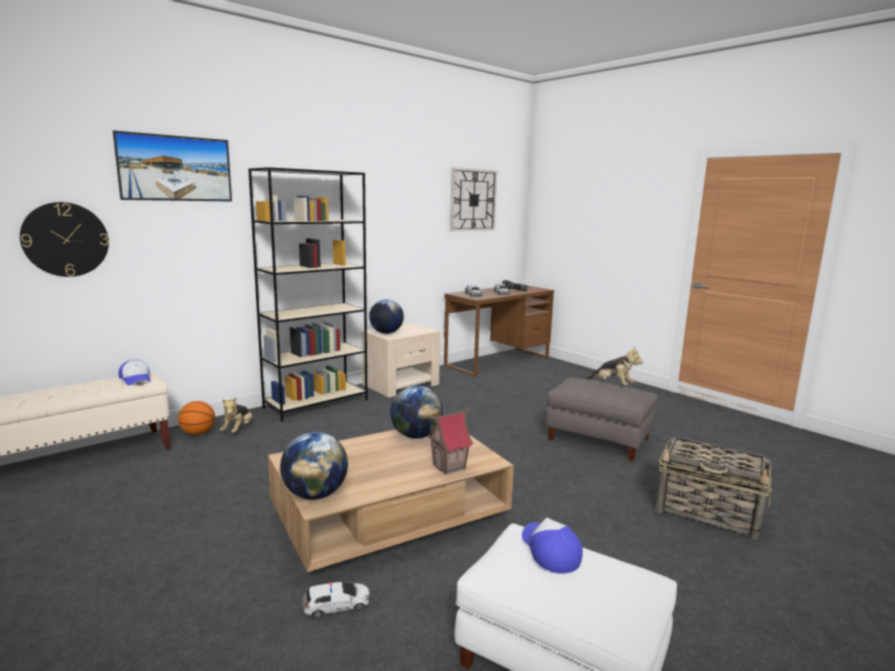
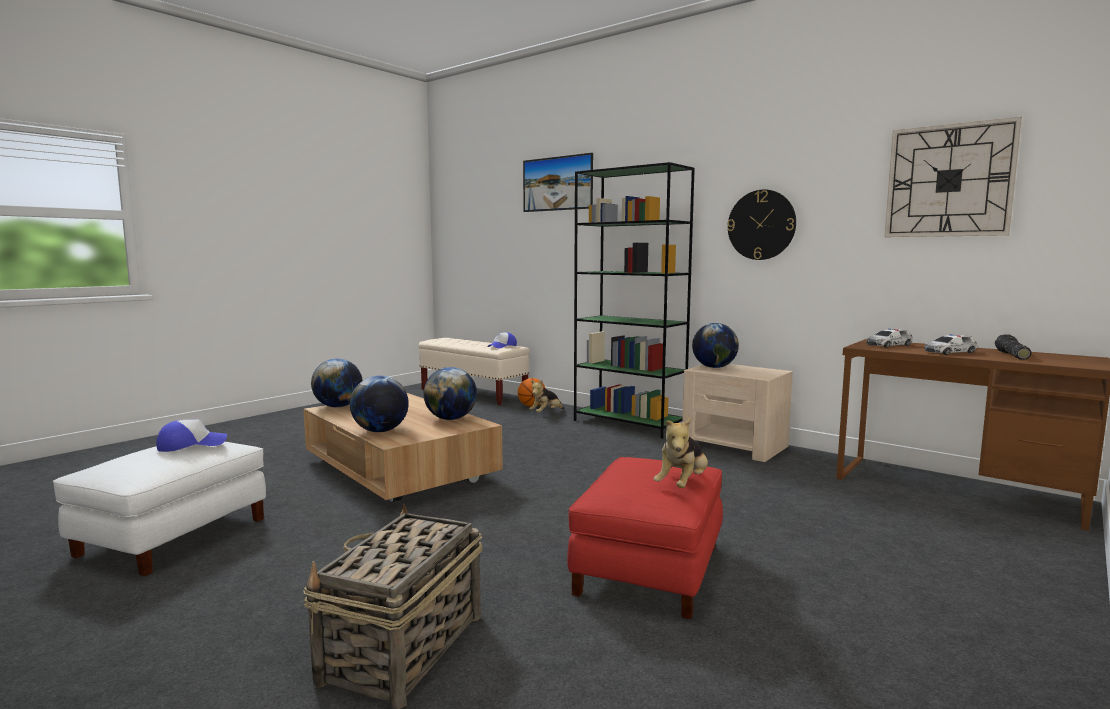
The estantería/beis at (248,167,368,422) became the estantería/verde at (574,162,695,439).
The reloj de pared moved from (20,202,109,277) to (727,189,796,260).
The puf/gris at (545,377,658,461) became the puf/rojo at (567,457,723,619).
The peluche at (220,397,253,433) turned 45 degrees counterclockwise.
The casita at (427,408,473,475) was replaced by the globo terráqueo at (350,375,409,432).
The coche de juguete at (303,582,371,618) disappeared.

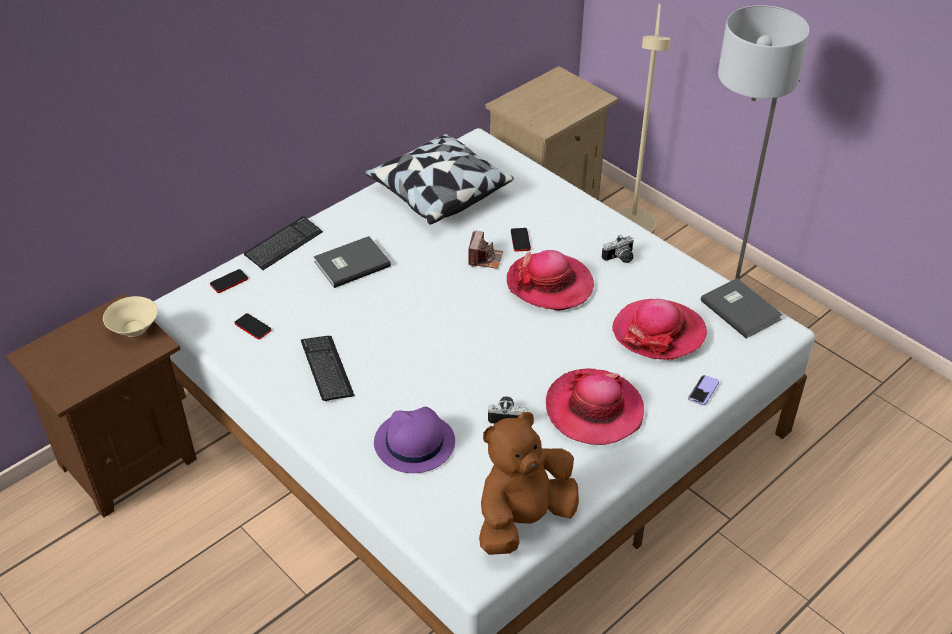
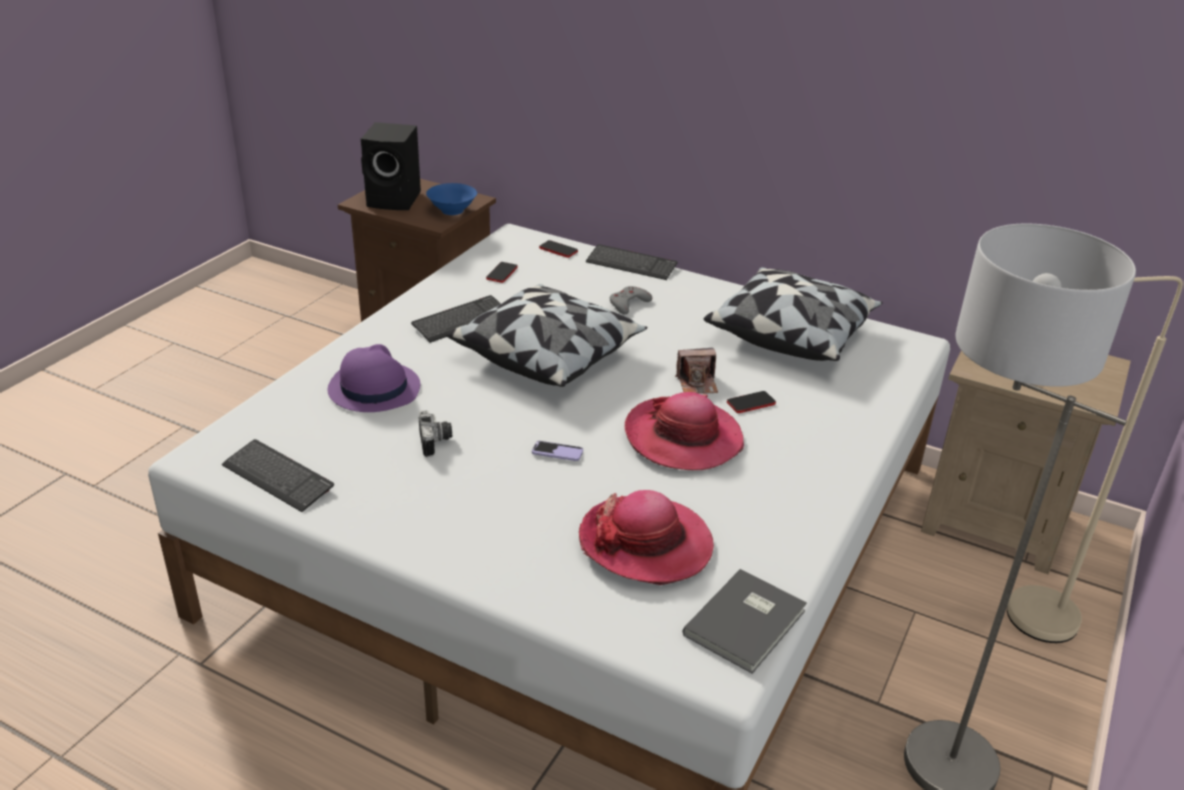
The cámara at (602,235,634,263) disappeared.
The libro/gris at (314,236,391,288) was replaced by the mando de consola/gris at (609,286,652,315).
The cuenco/beis at (103,296,158,337) became the cuenco/azul at (426,183,477,215).
The sombrero at (546,369,644,445) disappeared.
The móvil moved from (688,375,719,405) to (532,441,583,461).
The peluche/marrón at (479,412,579,555) was replaced by the teclado at (222,439,334,512).
The altavoz/negro at (361,122,421,210) appeared.
The cojín at (447,284,647,387) appeared.

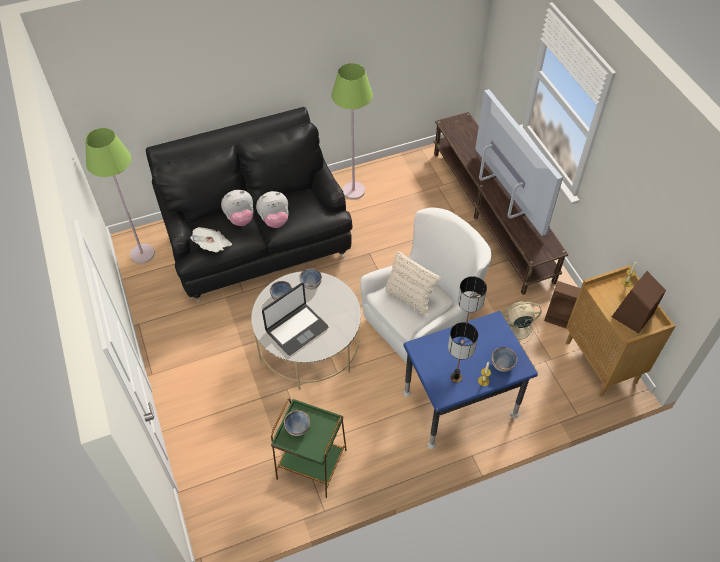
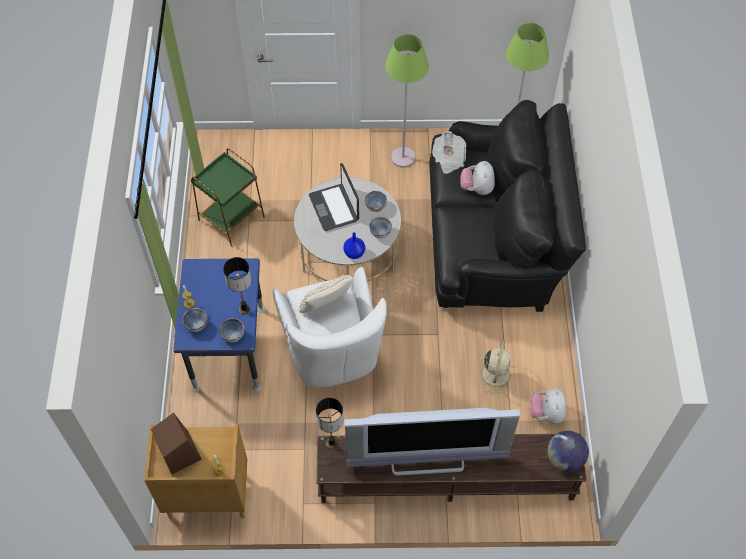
The lámpara de pie/verde moved from (331,63,373,199) to (385,34,429,168).
The peluche moved from (256,191,288,228) to (530,388,566,424).
The altavoz/marrón at (544,281,581,329) disappeared.
The ventilador/beis moved from (502,301,542,345) to (476,341,516,393).
The lámpara de mesa moved from (448,322,478,383) to (316,398,343,449).
The cuenco moved from (284,410,310,436) to (219,318,244,342).
The florero/azul at (343,232,365,259) appeared.
The globo terráqueo at (547,431,589,472) appeared.

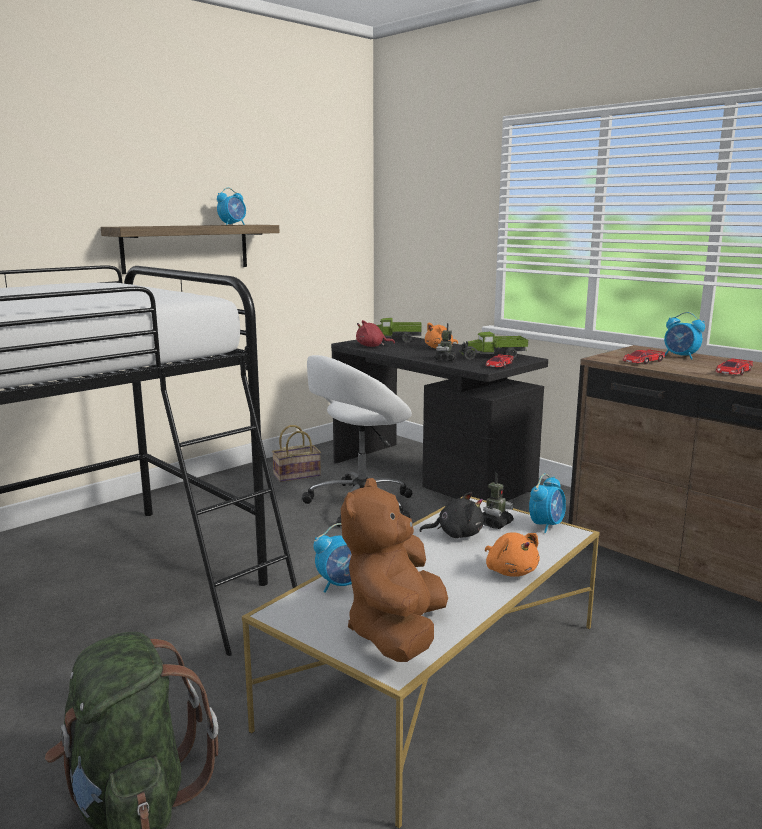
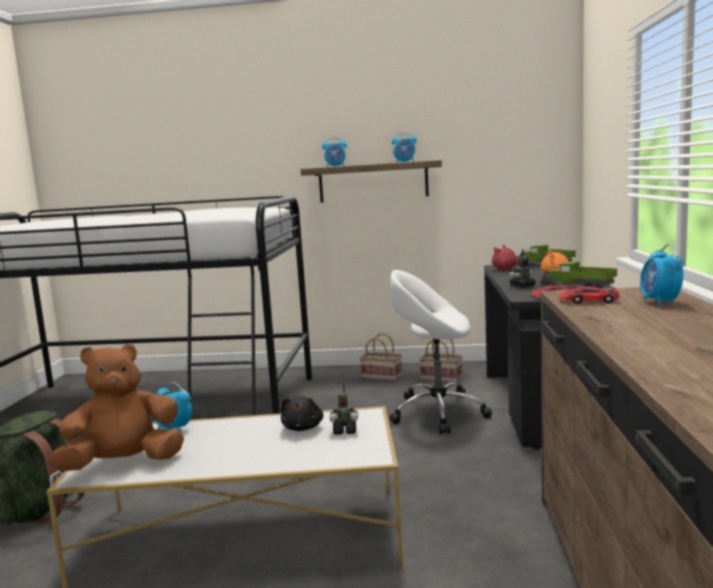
The coche de juguete at (715,358,753,376) disappeared.
The despertador moved from (529,474,566,533) to (322,137,347,167).
The peluche/negro at (419,492,484,538) turned 45 degrees clockwise.
The peluche/naranja at (485,532,540,577) disappeared.
The cesta at (360,333,402,381) appeared.

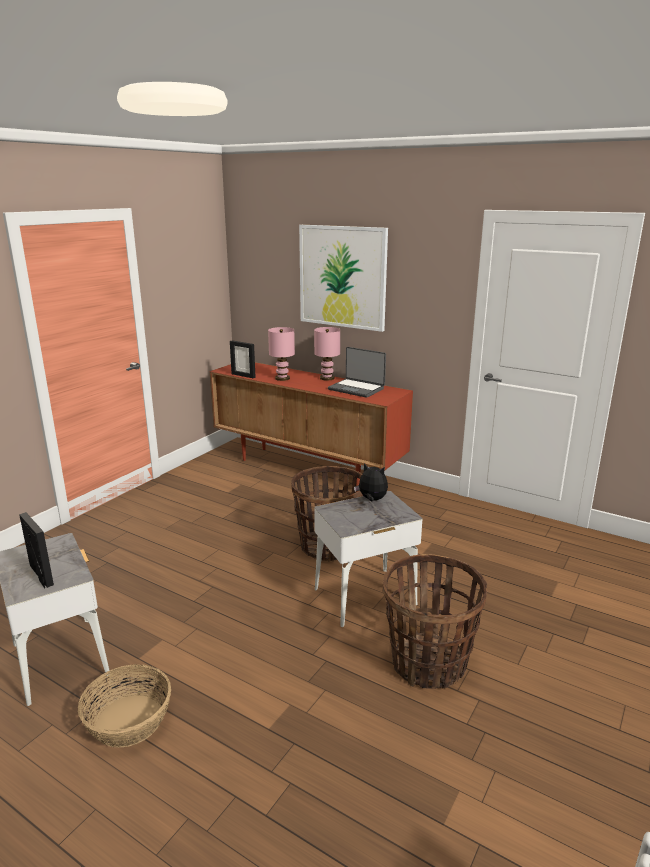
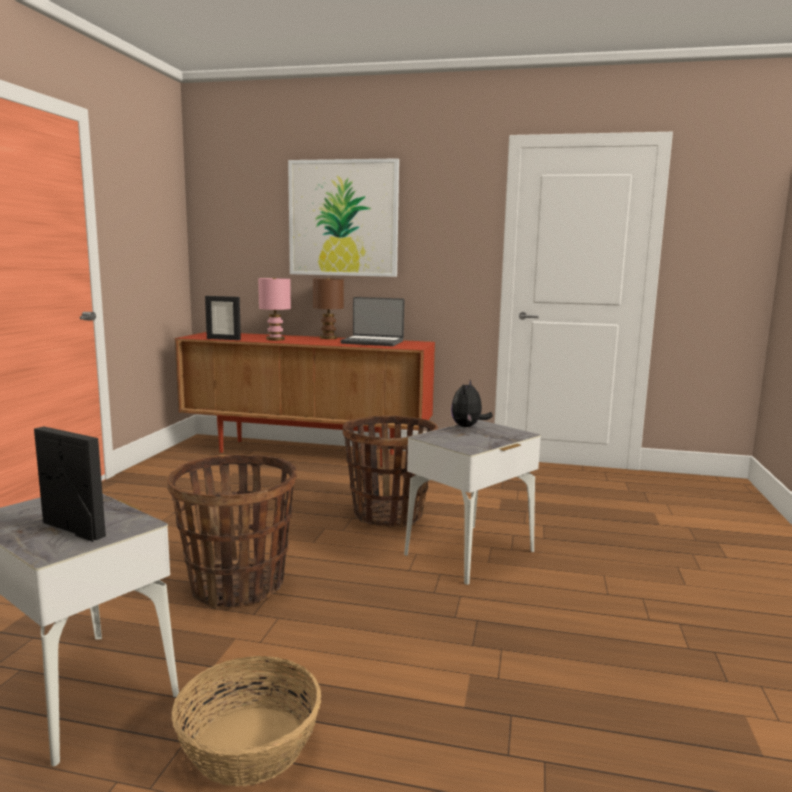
The lámpara de mesa/rosa at (314,327,340,381) became the lámpara de mesa/marrón at (313,278,344,339).
The peluche at (354,463,388,502) turned 75 degrees counterclockwise.
The cesta moved from (382,554,487,689) to (167,455,297,609).

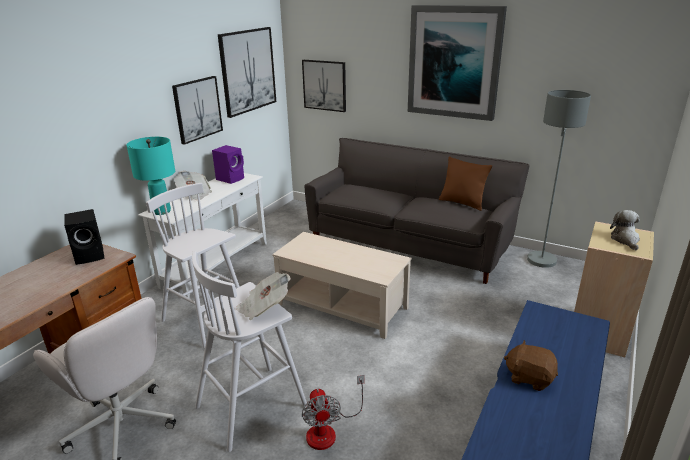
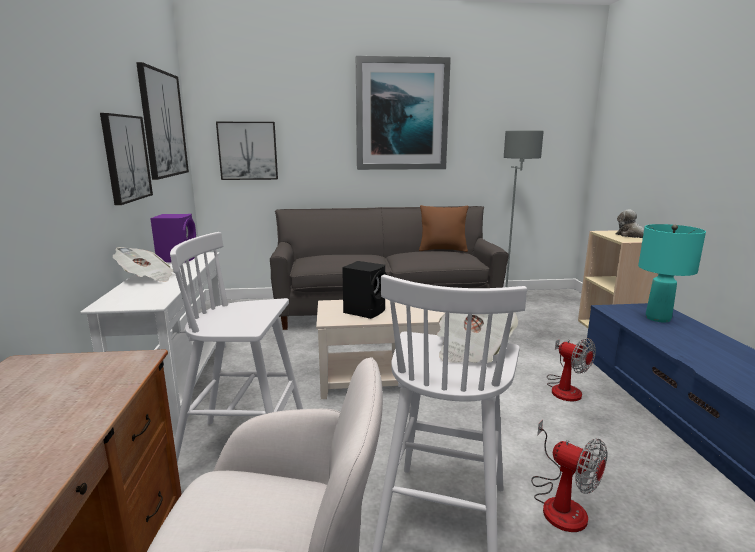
The lámpara de mesa/turquesa moved from (127,137,175,215) to (638,224,706,322).
The altavoz/negro moved from (64,209,105,265) to (342,261,387,319).
The peluche/marrón at (504,340,558,391) disappeared.
The ventilador at (547,338,596,402) appeared.

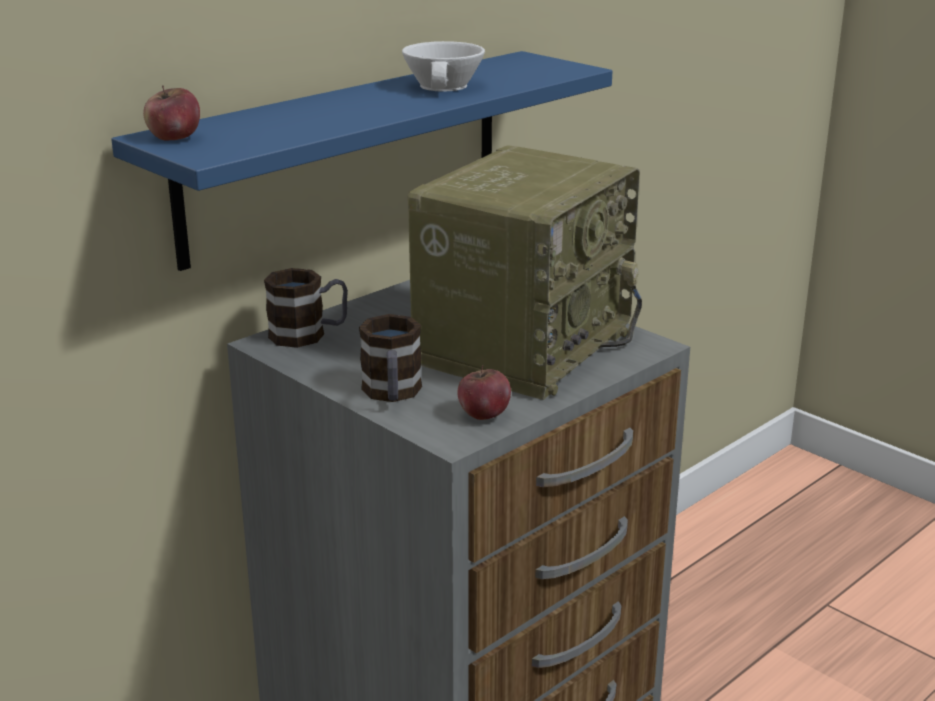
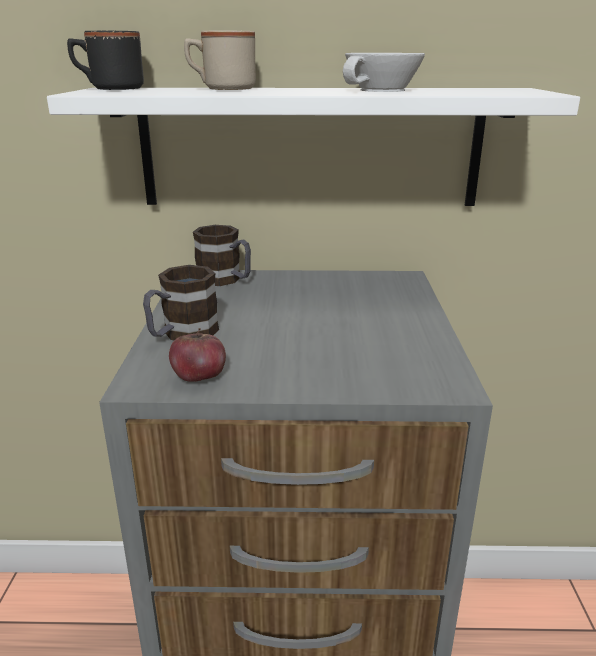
The estante/azul at (111,51,612,271) became the estante/blanco at (47,88,580,206).
The manzana at (143,86,200,141) was replaced by the taza grande/negro at (67,31,144,90).
The radio at (408,145,642,400) disappeared.
The taza grande/beis at (184,30,256,90) appeared.

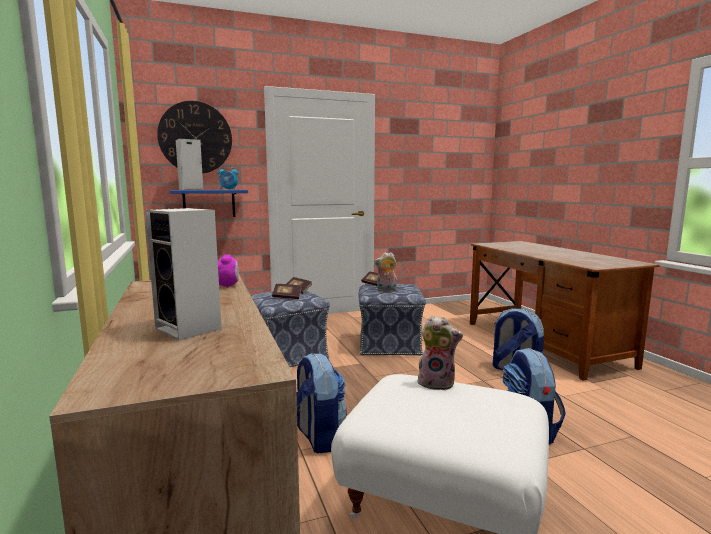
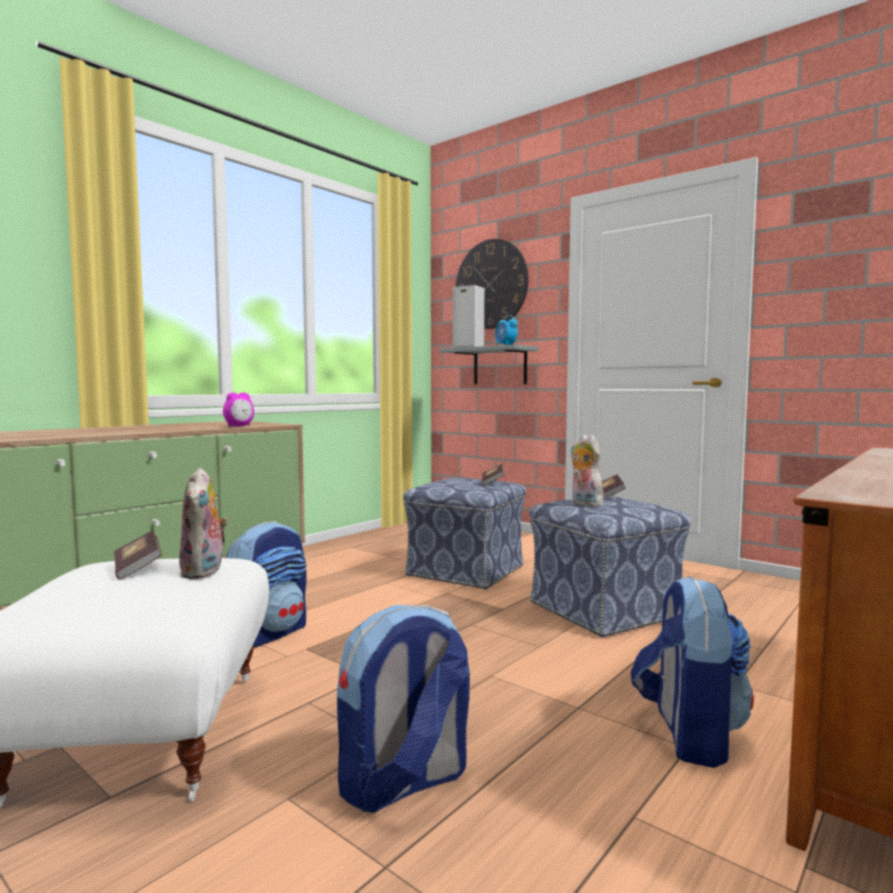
The estante/azul at (169,190,248,217) became the estante/gris at (439,345,539,384).
The altavoz at (145,208,222,340) disappeared.
The libro moved from (272,284,302,299) to (114,530,162,580).

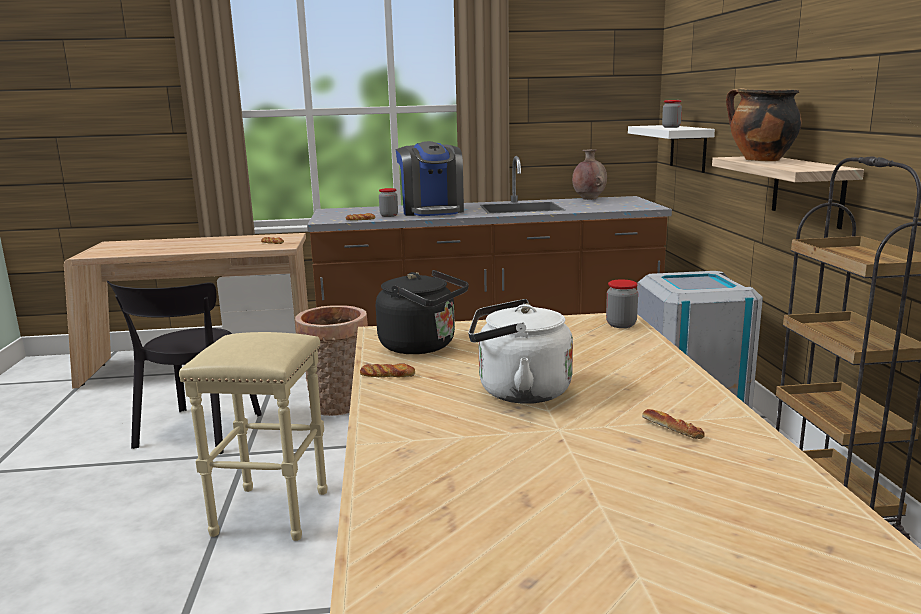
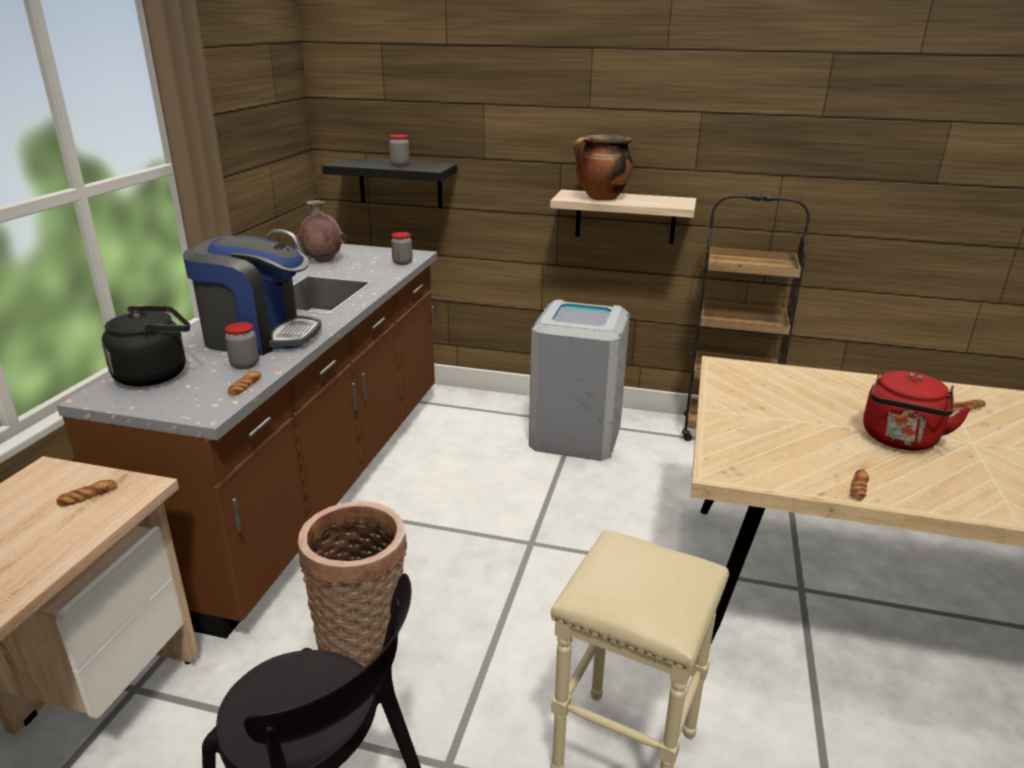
The estante/blanco at (628,125,715,173) became the estante/negro at (322,158,457,208).
The hervidor/negro moved from (376,270,469,354) to (102,306,190,387).
The tarro moved from (606,280,638,328) to (391,232,413,265).
The hervidor/blanco at (468,299,573,404) became the hervidor/rojo at (863,371,972,451).

